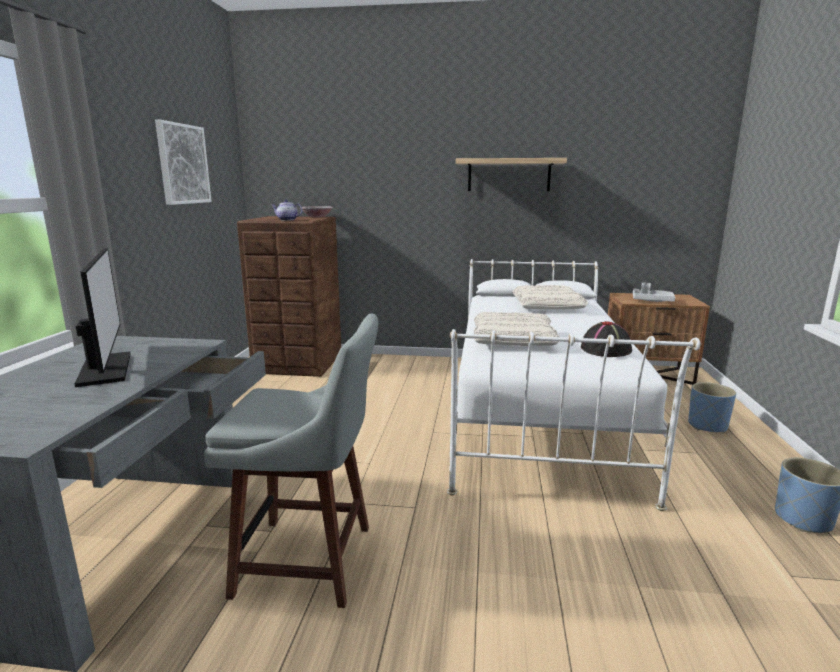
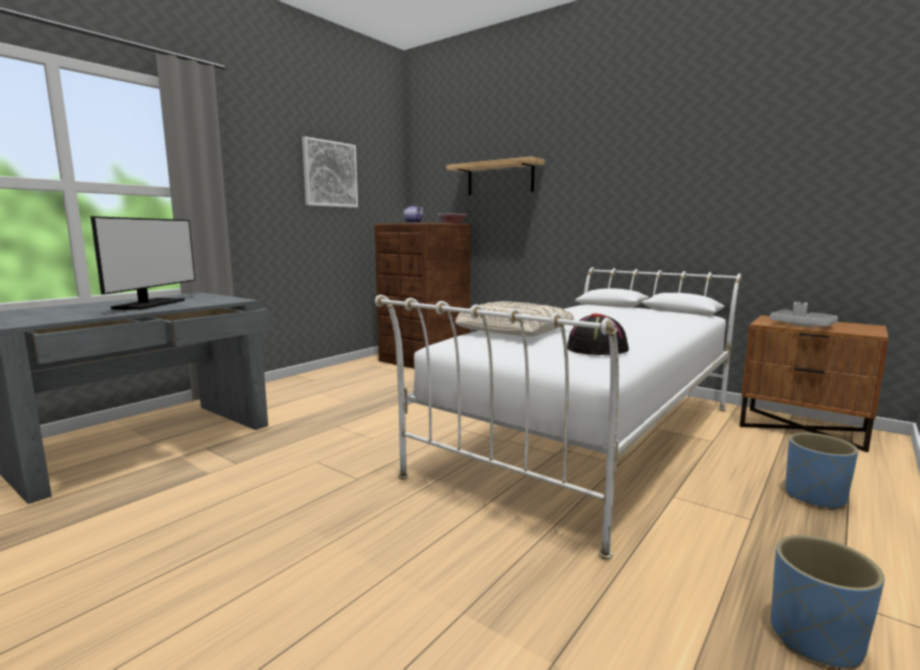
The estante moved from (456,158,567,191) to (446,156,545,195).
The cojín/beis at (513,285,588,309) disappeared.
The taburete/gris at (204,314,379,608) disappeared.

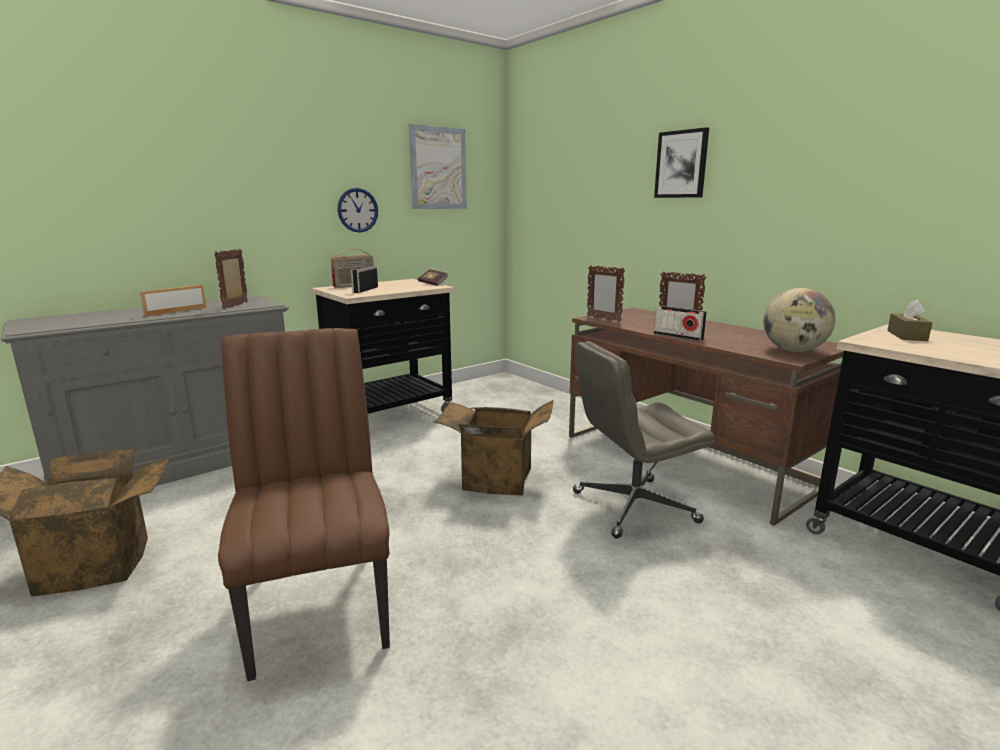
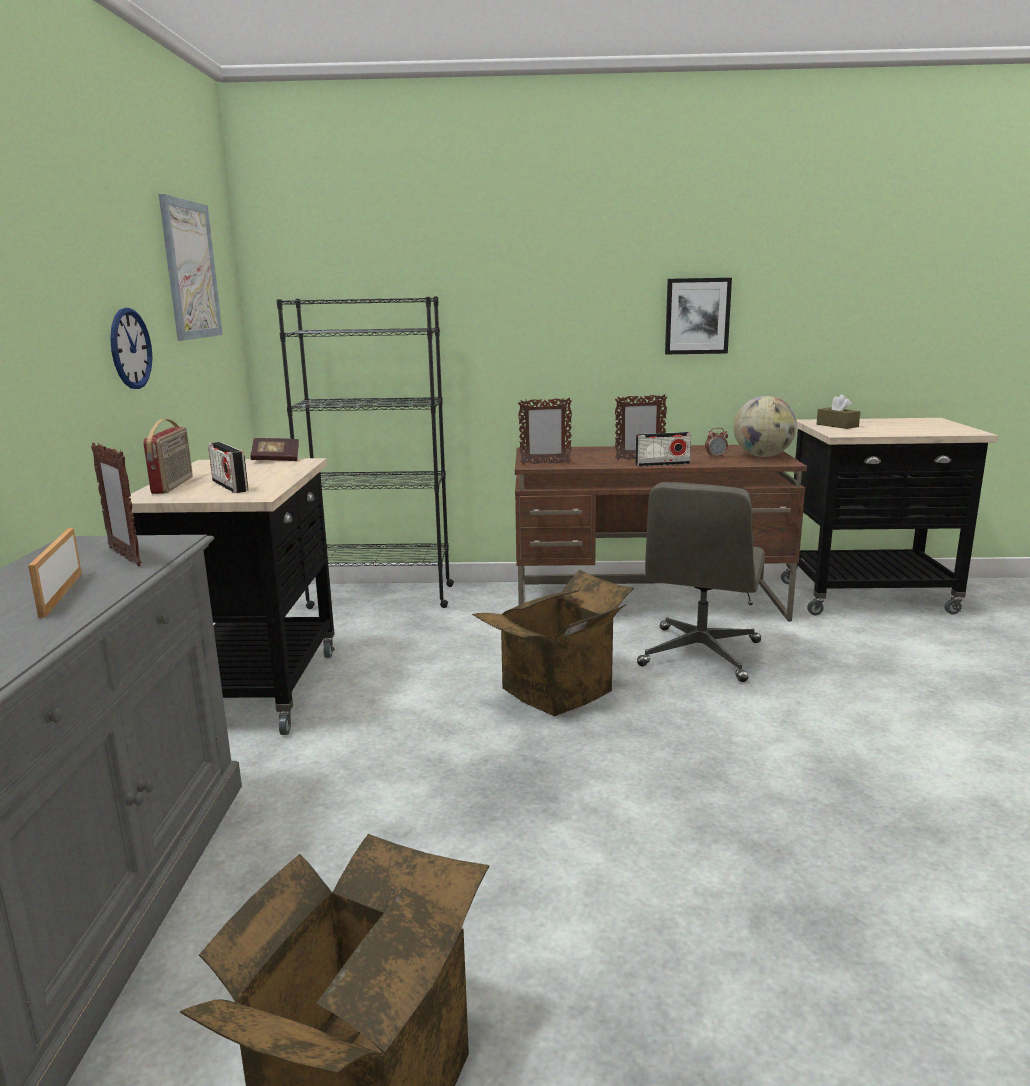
The cuadro moved from (654,127,709,198) to (665,278,732,354).
The silla/marrón at (218,328,390,681) disappeared.
The estantería/negro at (277,296,454,609) appeared.
The despertador at (705,428,728,458) appeared.

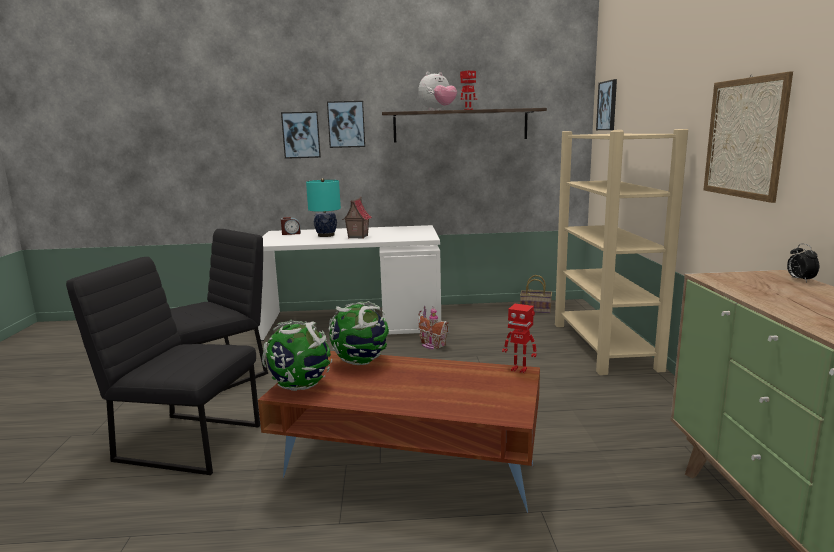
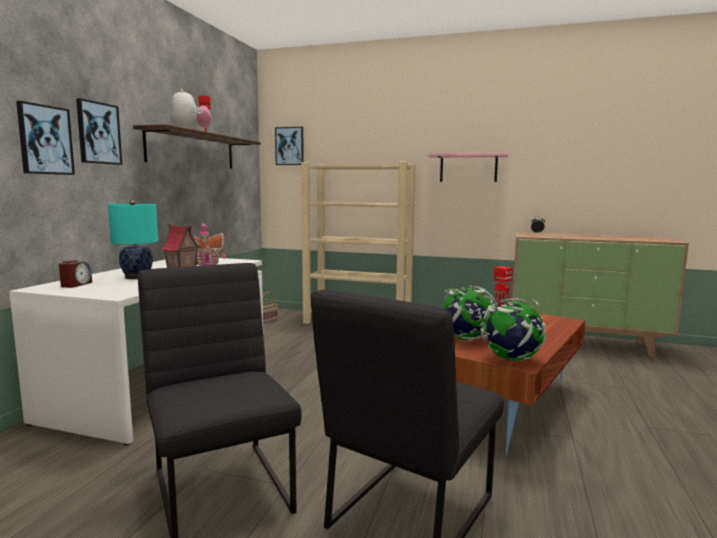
The cuadro at (703,71,793,203) was replaced by the estante/rosa at (427,152,509,182).
The casita moved from (418,306,449,350) to (190,221,226,266).

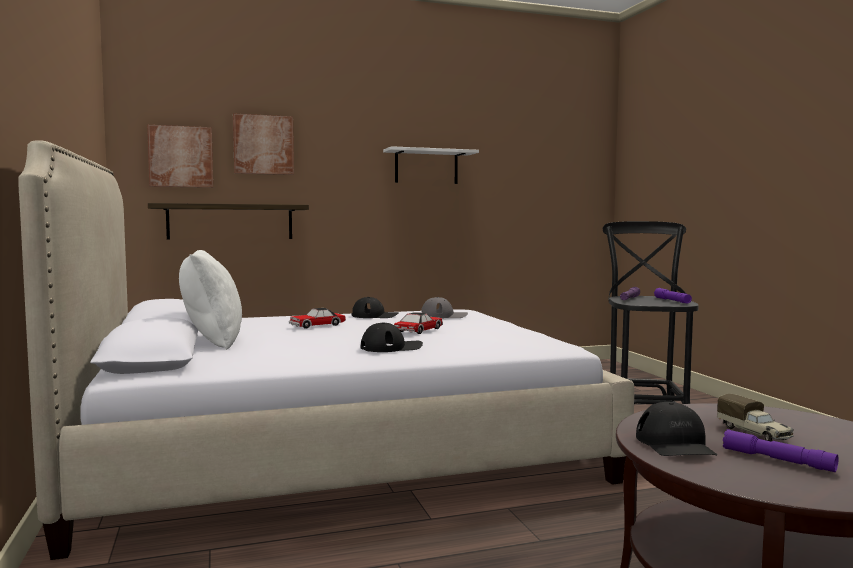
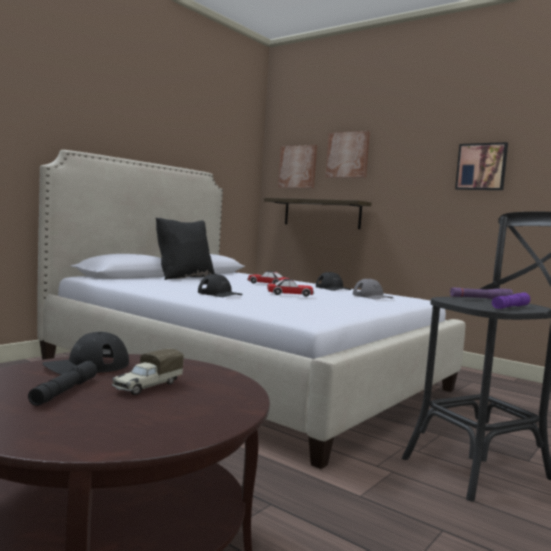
The estante/blanco at (383,146,479,184) was replaced by the cuadro at (455,142,508,190).
The cojín/blanco at (179,250,242,350) became the cojín/negro at (156,218,215,280).
The linterna/morado at (723,429,838,472) became the linterna/negro at (28,361,97,406).

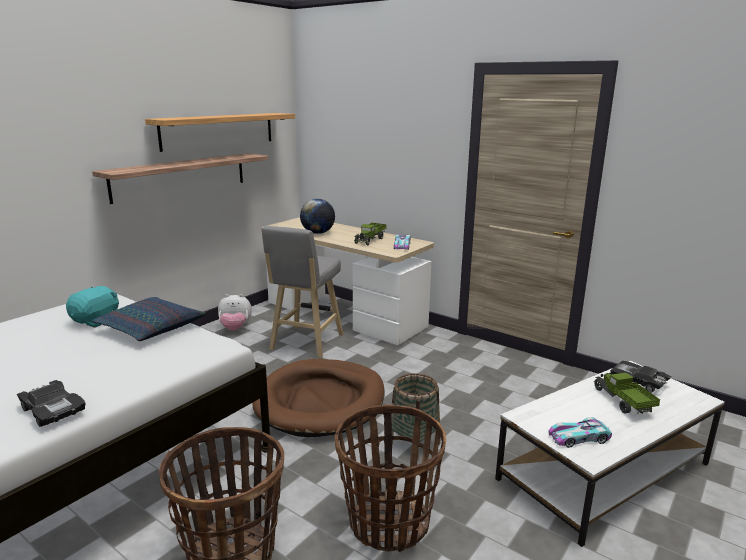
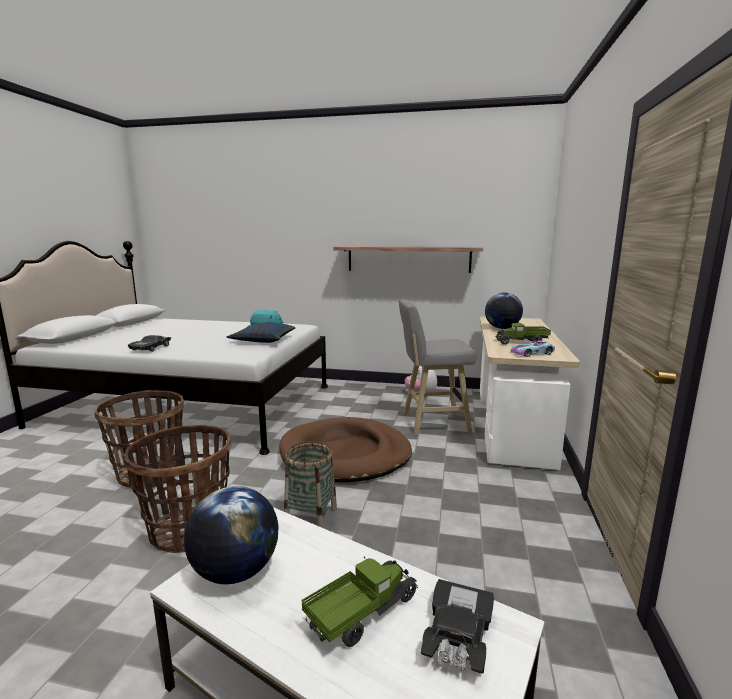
The estante at (145,113,295,152) disappeared.
The coche de juguete at (548,417,612,448) was replaced by the globo terráqueo at (184,486,279,584).

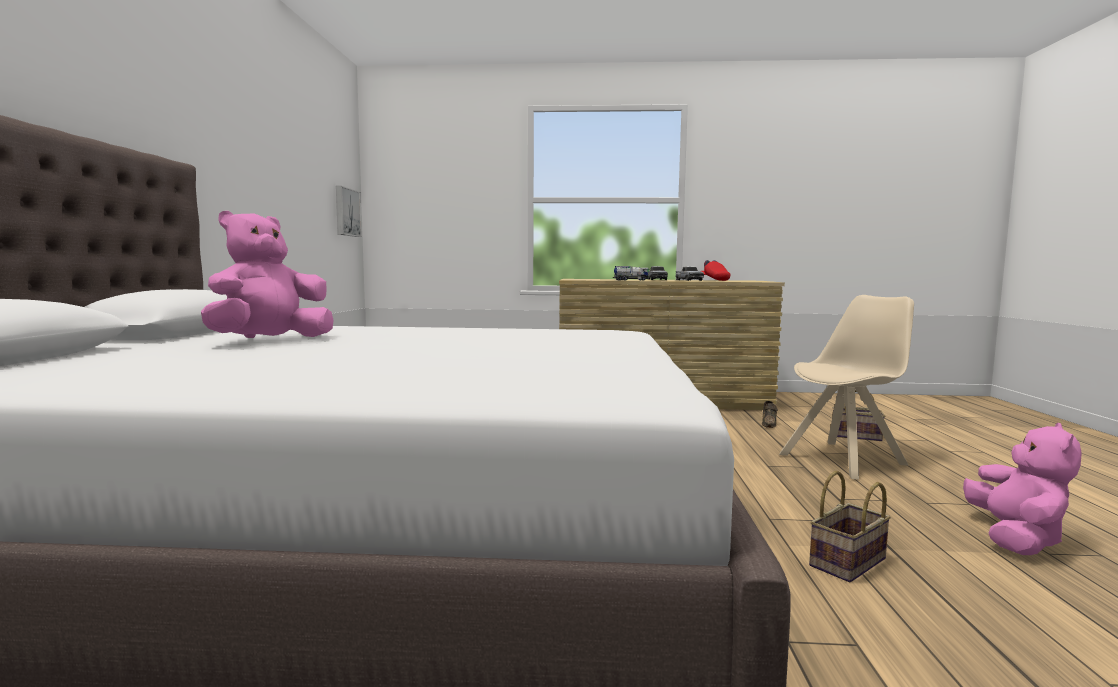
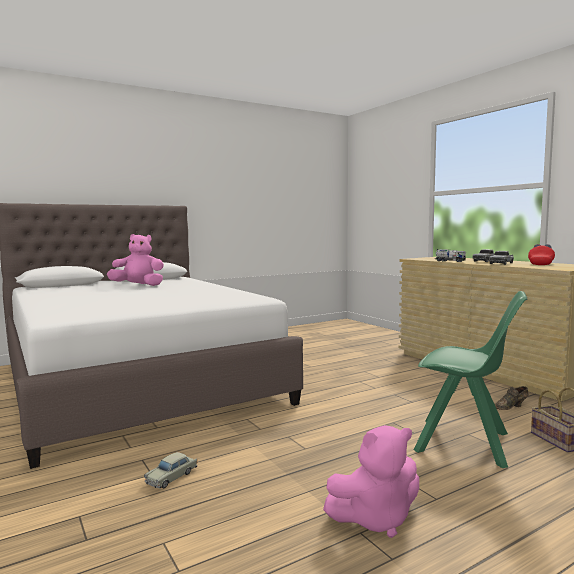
The cuadro at (336,186,362,237) disappeared.
The silla/beis at (779,295,914,479) became the silla/verde at (413,291,528,468).
The cesta at (809,471,891,582) disappeared.
The coche de juguete/beis at (144,452,197,489) appeared.

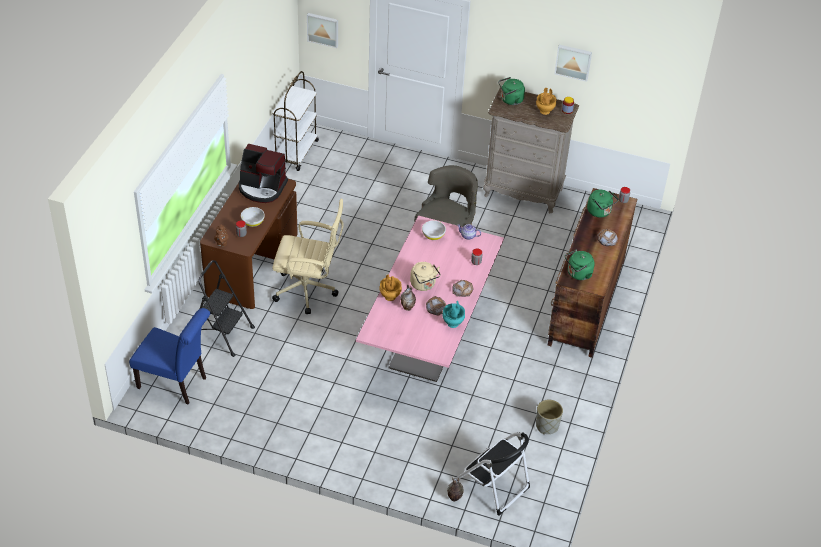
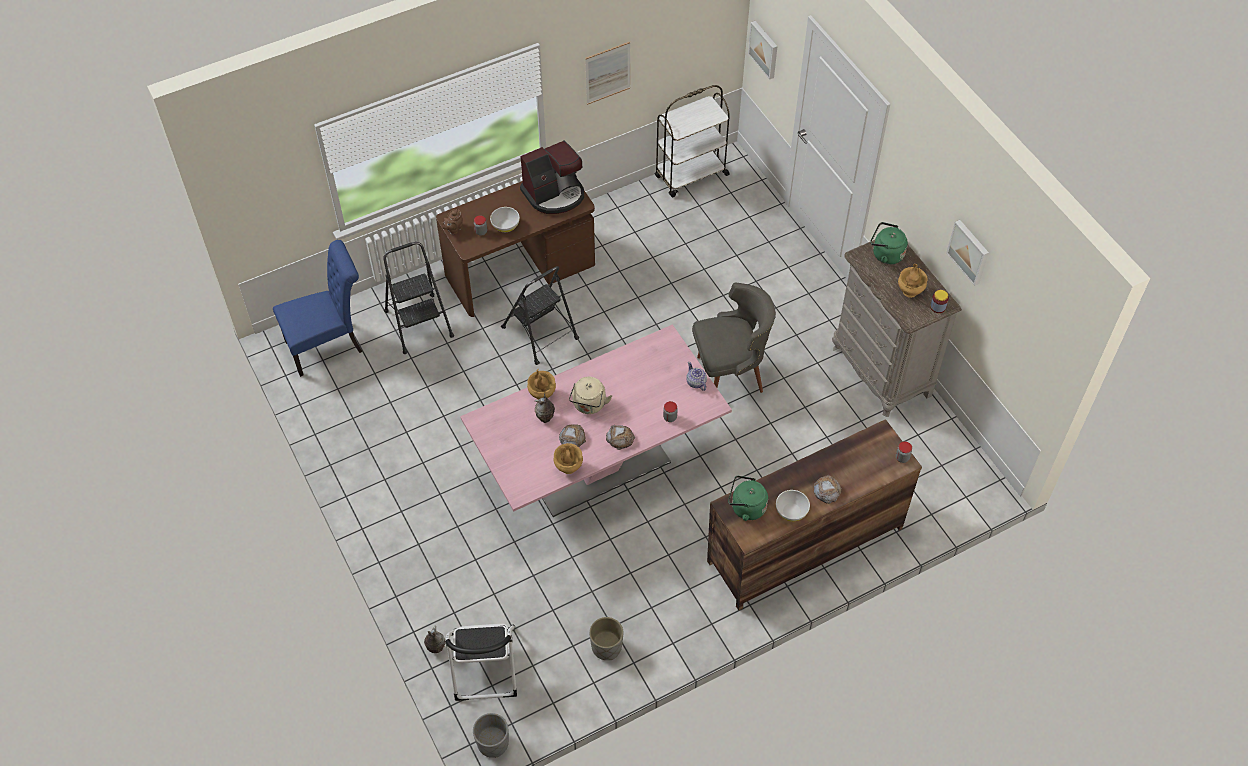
The cafetera at (239,144,288,203) turned 90 degrees counterclockwise.
The hervidor/verde at (587,190,619,217) disappeared.
The silla de oficina/beis at (272,198,344,314) was replaced by the escalera de tijera/negro at (501,266,579,365).
The cuenco/blanco moved from (422,220,446,240) to (776,490,810,521).
The florero/turquesa at (442,300,465,328) became the florero/marrón at (554,443,583,474).
The silla/azul at (129,308,210,405) turned 90 degrees counterclockwise.
The cuadro at (585,42,631,105) appeared.
The maceta/gris at (473,713,509,758) appeared.

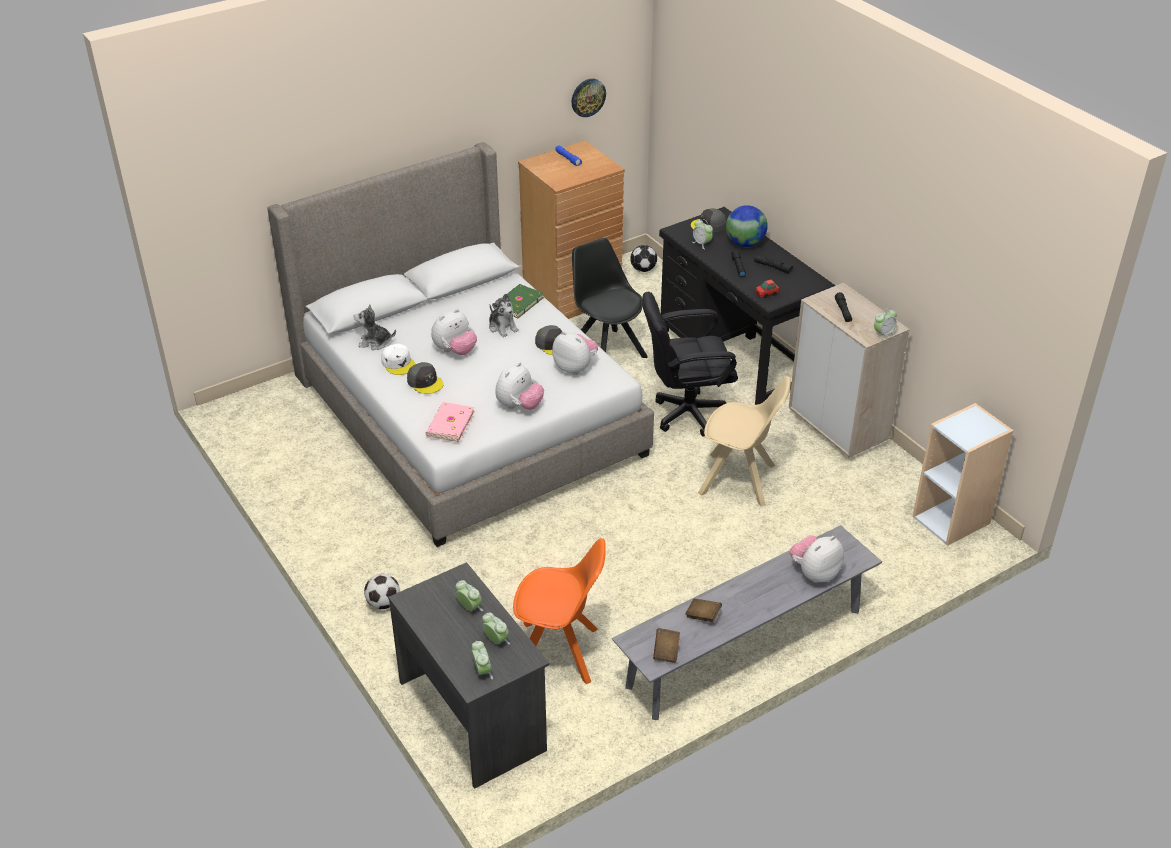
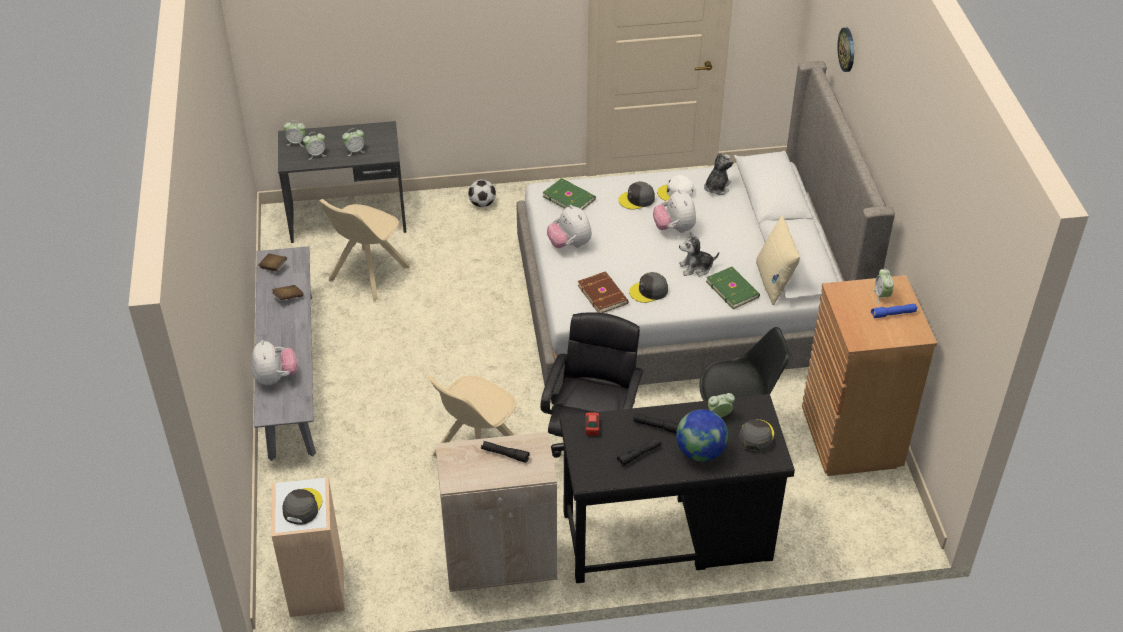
The reloj de pared moved from (571,79,606,117) to (838,28,854,72).
The balón de fútbol at (630,245,657,272) disappeared.
The despertador moved from (874,308,897,341) to (873,268,894,304).
The peluche at (552,331,598,375) was replaced by the libro/marrón at (578,271,629,313).
The libro/rosa at (426,402,475,442) became the libro/verde at (542,178,596,210).
The silla/naranja at (513,538,606,684) became the silla/beis at (319,199,410,301).
The cojín/beis at (756,215,800,305) appeared.
The gorra/gris at (283,488,322,525) appeared.

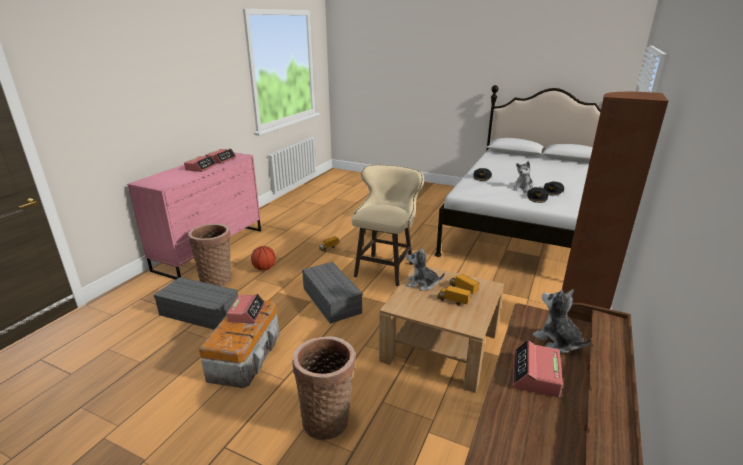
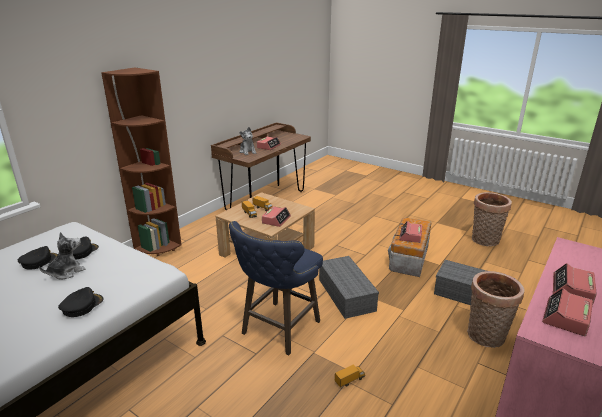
The taburete/beis at (352,165,424,286) became the taburete/azul at (229,221,323,355).
The balón de baloncesto at (251,246,276,271) disappeared.
The peluche at (406,247,445,290) was replaced by the despertador at (262,206,291,227).
The cesta moved from (292,336,355,440) to (472,192,512,247).

